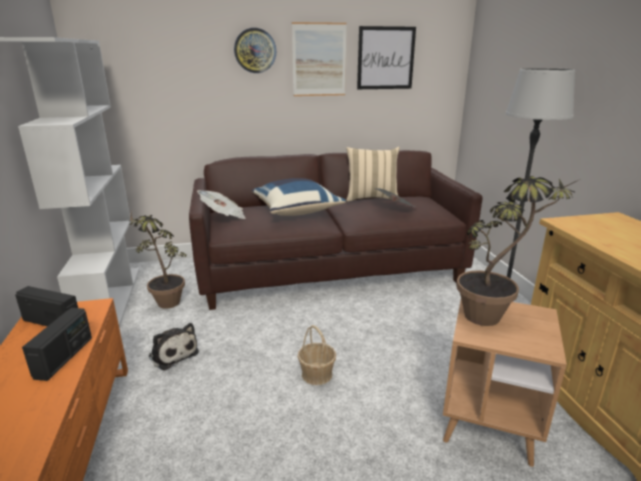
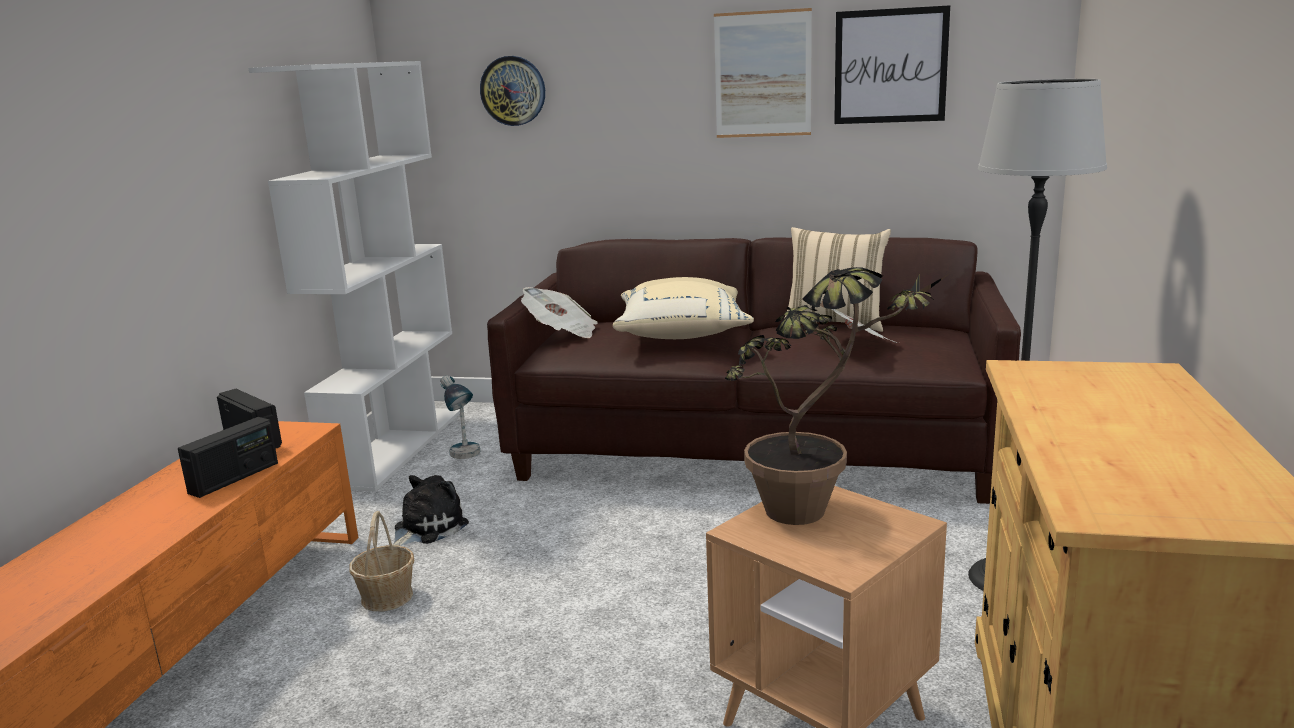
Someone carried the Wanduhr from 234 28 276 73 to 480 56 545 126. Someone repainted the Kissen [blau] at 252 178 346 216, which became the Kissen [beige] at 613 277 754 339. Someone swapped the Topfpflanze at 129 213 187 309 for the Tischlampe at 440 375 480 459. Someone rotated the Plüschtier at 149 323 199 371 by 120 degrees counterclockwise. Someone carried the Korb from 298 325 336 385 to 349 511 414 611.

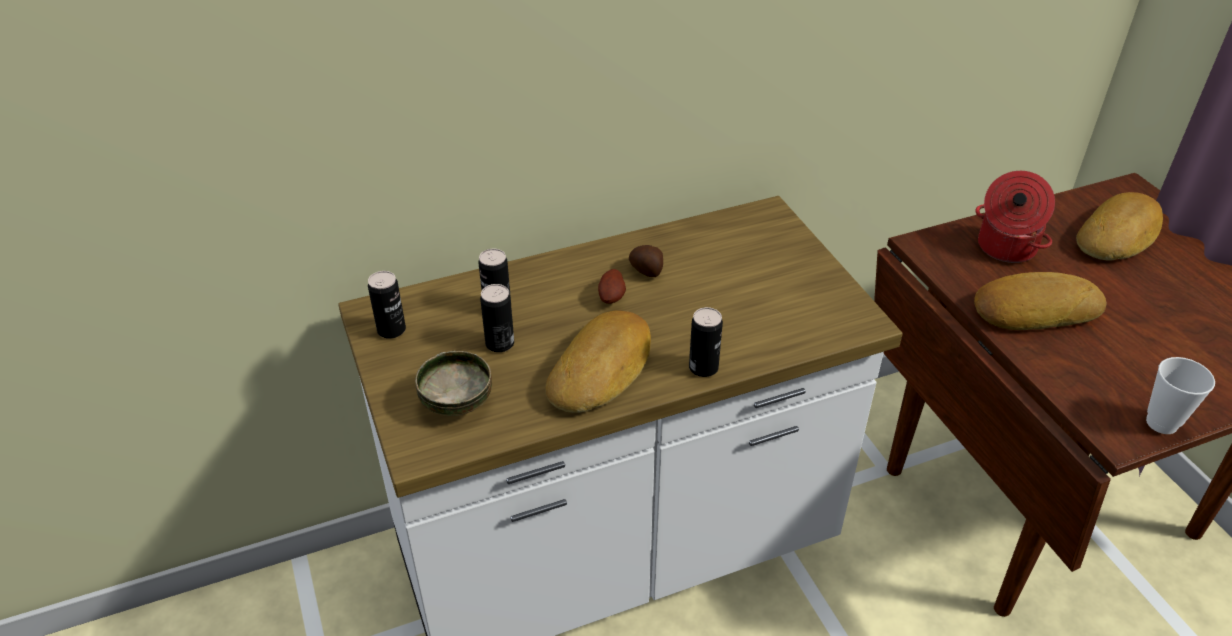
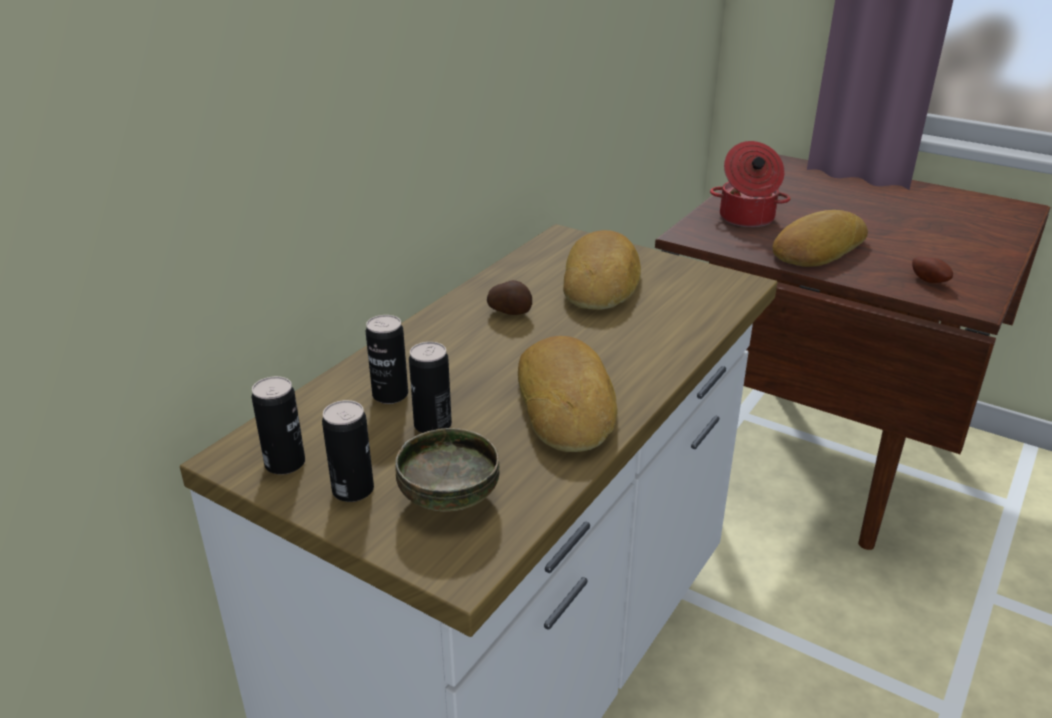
Someone carried the Brot from 1076 192 1163 260 to 563 230 641 310. Someone carried the Kartoffel from 598 269 626 304 to 912 257 953 283. Someone carried the Dose from 689 307 723 377 to 322 400 374 502. Someone took away the Tasse at 1146 357 1215 434.

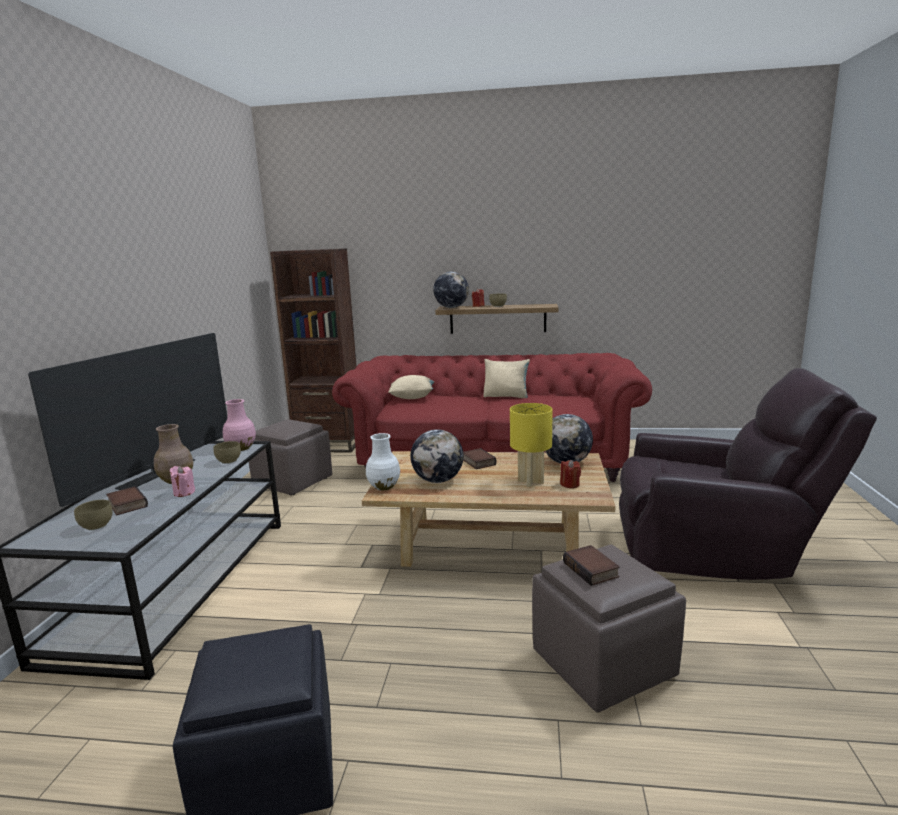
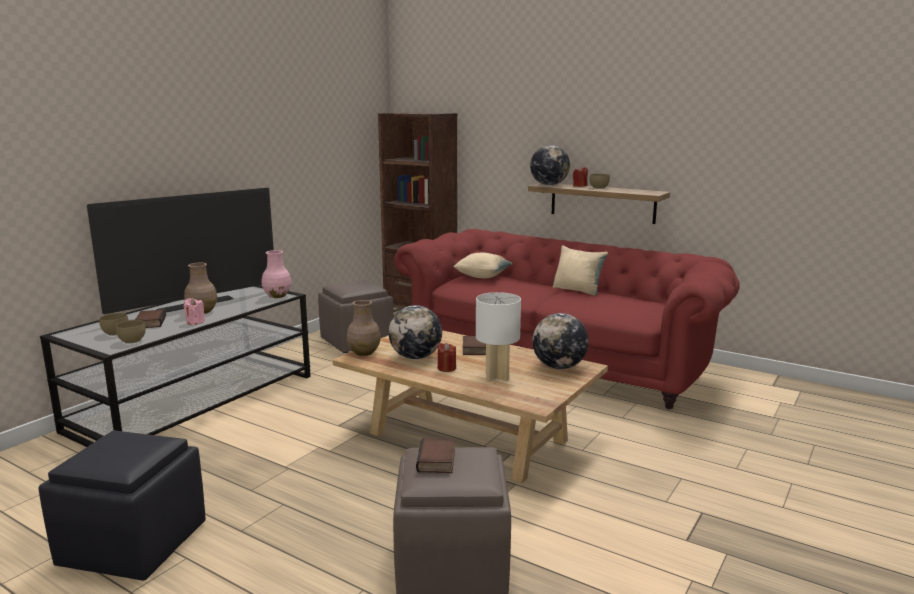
Someone took away the Sessel [braun] at 619 368 877 580. Someone repainted the Tischlampe [gelb] at 510 403 553 487, which became the Tischlampe [weiß] at 476 292 521 381. Someone repainted the Vase [weiß] at 366 433 400 491, which became the Vase [braun] at 347 300 381 356. Someone carried the Schüssel [braun] from 214 441 241 464 to 116 320 146 344. Someone carried the Kerze [rot] from 560 460 581 488 to 437 343 456 372.

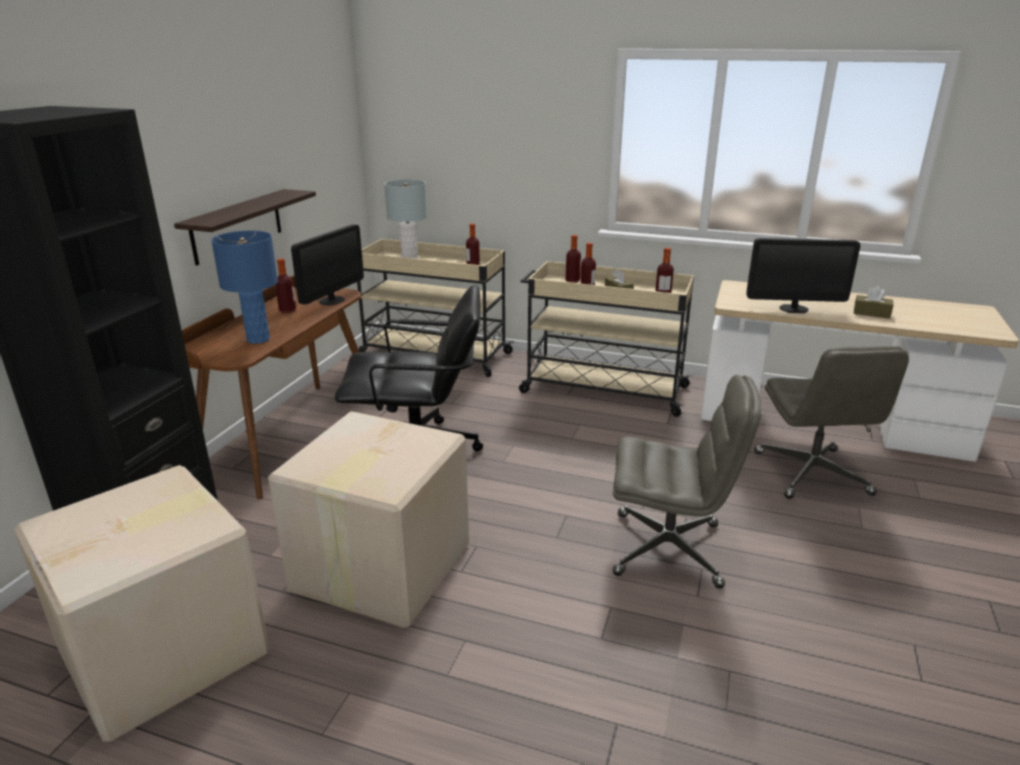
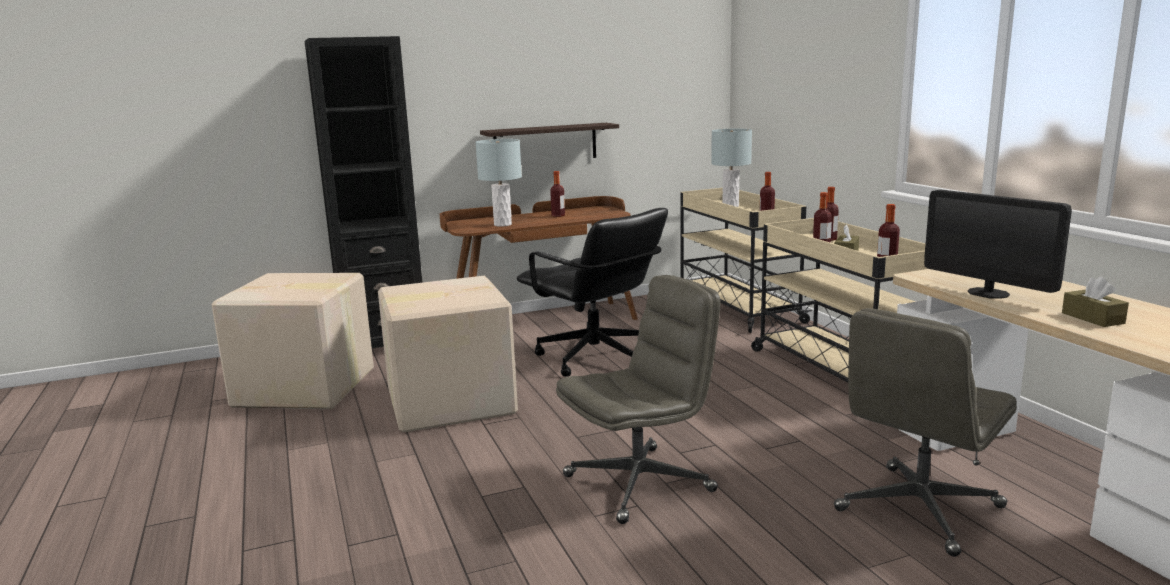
Someone took away the Monitor at 291 224 364 305. Someone repainted the Tischlampe [blau] at 211 230 278 344, which became the Tischlampe [grau] at 476 139 522 226. Someone rotated the Bürostuhl [grau] at 613 375 761 589 by 90 degrees counterclockwise.

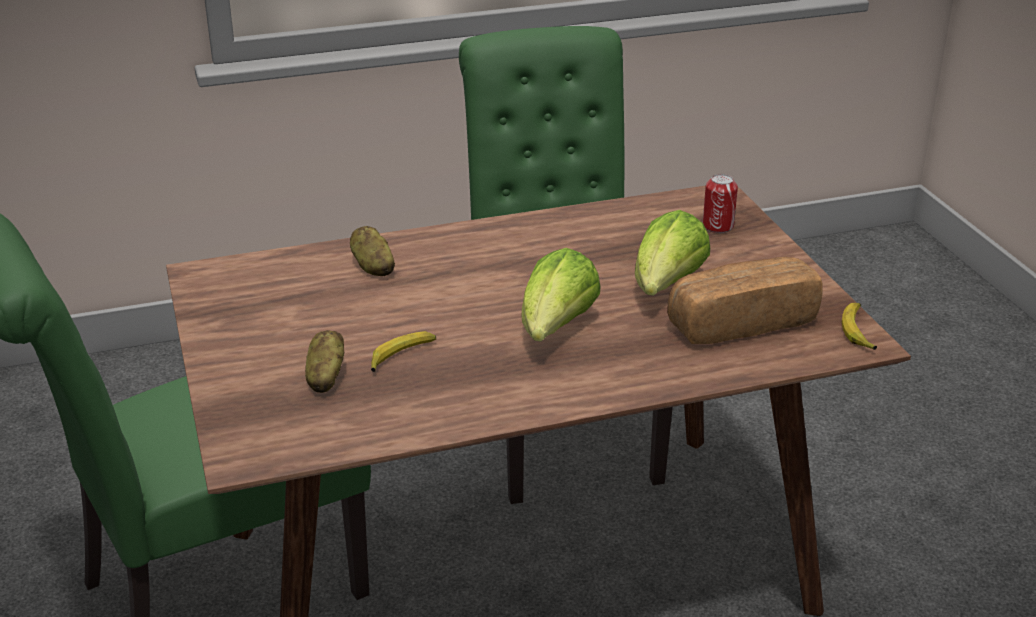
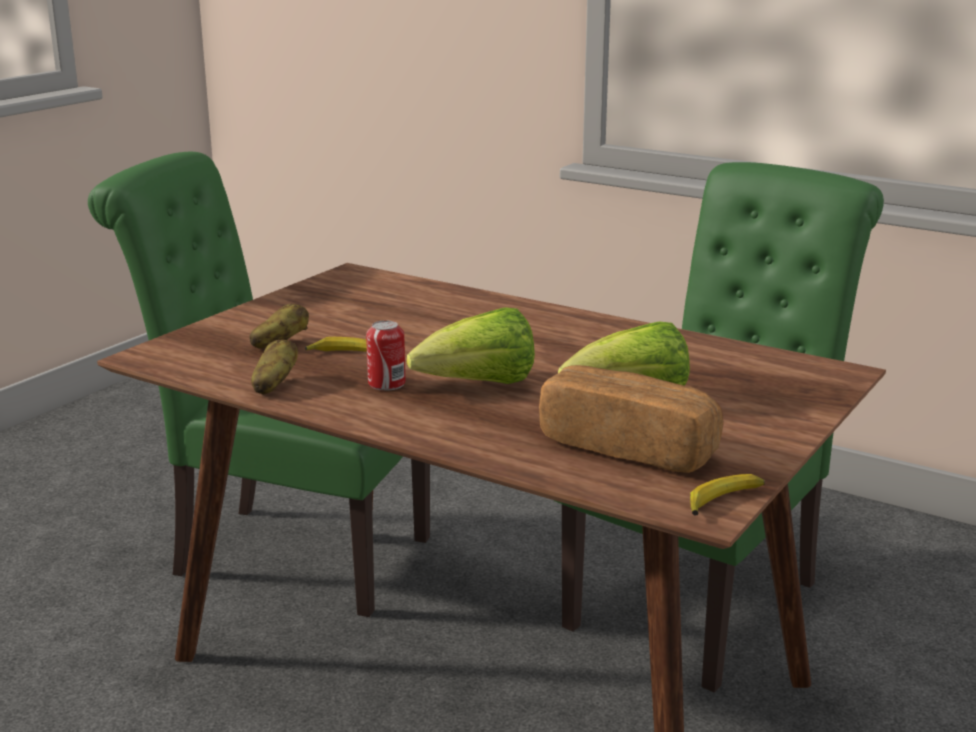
Someone carried the Dose from 703 174 738 233 to 366 320 406 391. Someone carried the Kartoffel from 350 226 395 276 to 251 340 298 395.

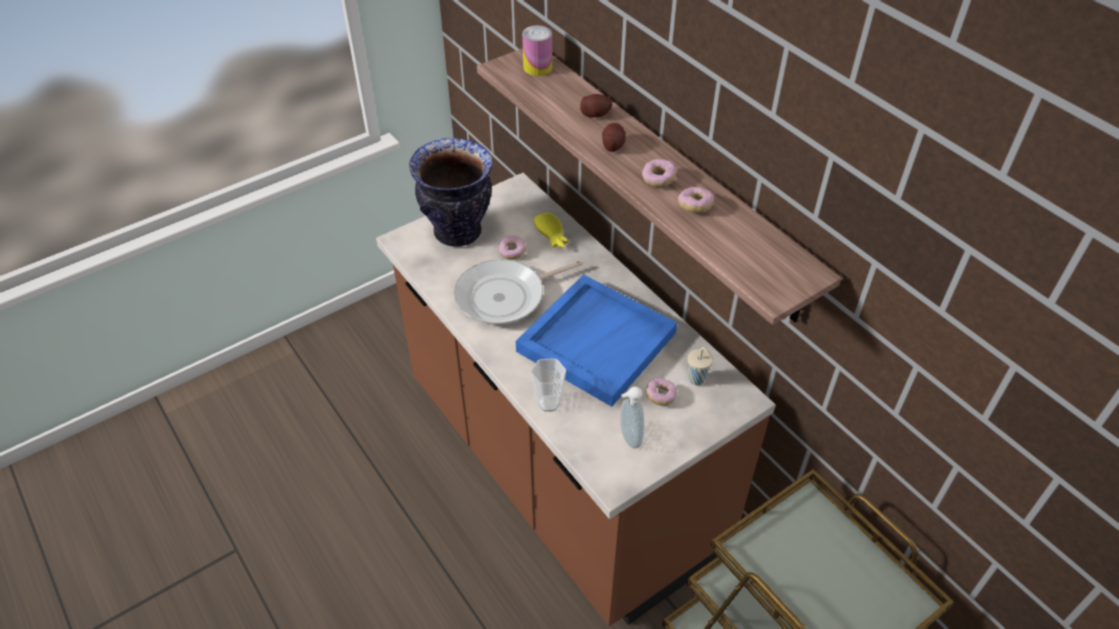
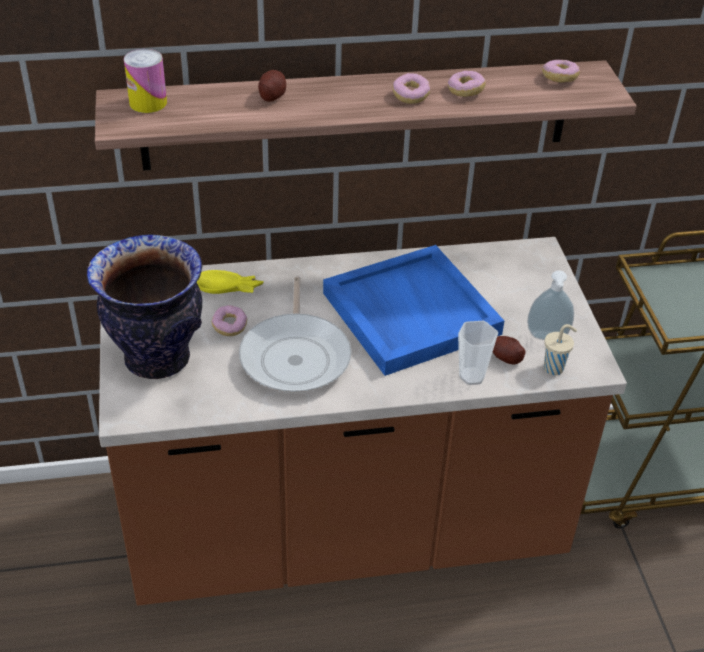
Someone carried the Kartoffel from 602 123 626 152 to 493 336 525 364. Someone carried the Tasse [beige] from 688 347 714 385 to 544 324 577 375. Someone carried the Donut from 646 378 677 406 to 542 60 580 82.

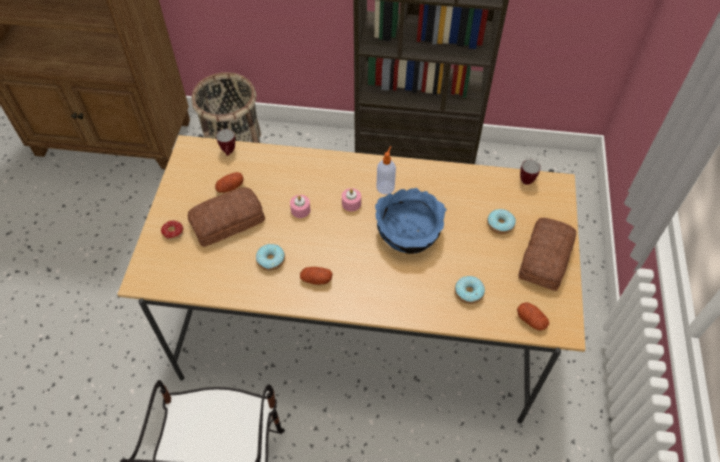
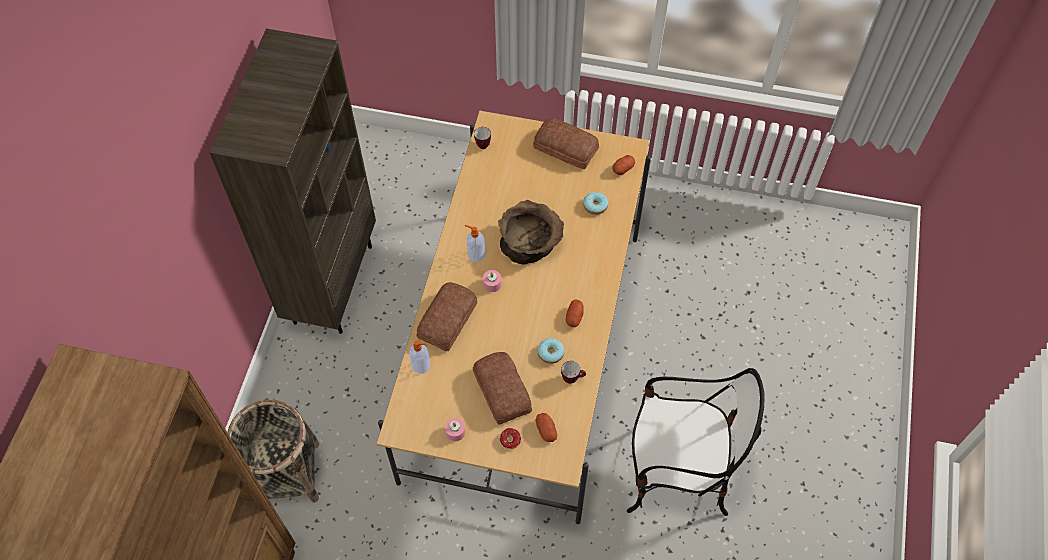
Someone carried the Henkelbecher from 216 129 235 156 to 561 361 586 384. Someone carried the Kartoffel from 215 172 244 193 to 535 413 557 442. Someone repainted the Schüssel [blau] at 375 188 447 254, which became the Schüssel [braun] at 498 200 564 264. Someone carried the Kerze [rosa] from 290 195 310 218 to 445 418 466 441. Someone took away the Donut at 487 209 516 234. Someone put down the Brot at 416 282 477 351. Someone put down the Seifenspender at 409 340 430 374.

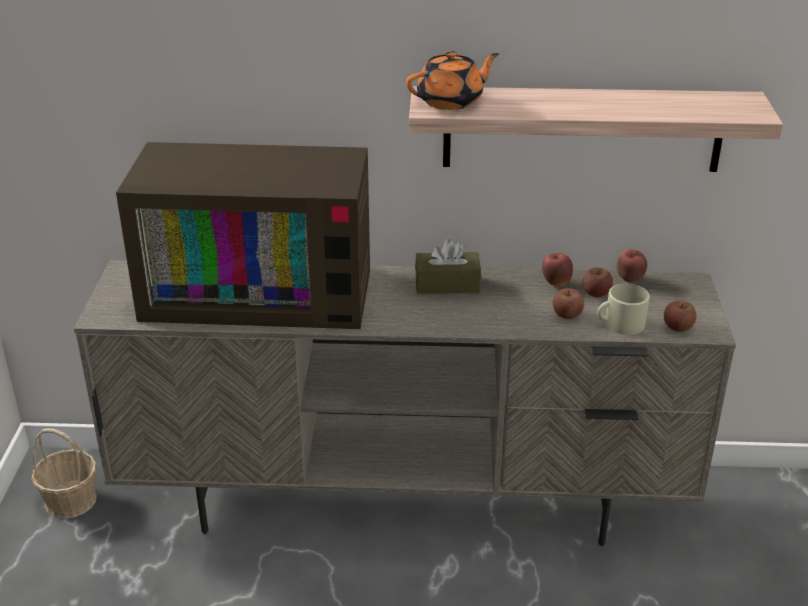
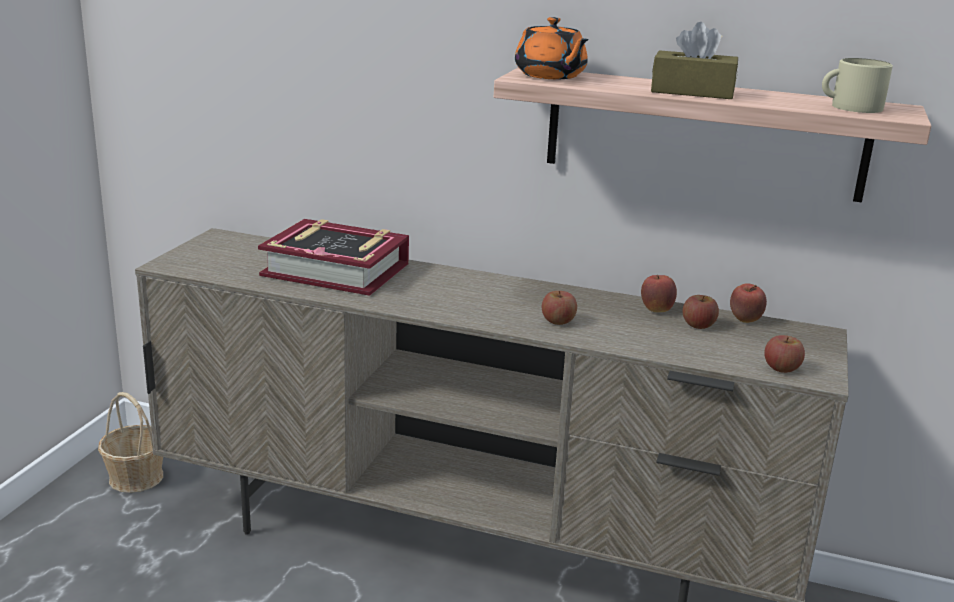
Someone rotated the Teekanne [orange] at 406 51 499 110 by 75 degrees clockwise. Someone swapped the Fernseher at 116 142 370 329 for the Buch at 258 219 409 296. Someone carried the Taschentuchbox [braun] from 415 239 481 294 to 651 22 738 99. Someone carried the Henkelbecher [beige] from 597 284 650 335 to 822 58 893 113. Someone carried the Apfel from 553 288 584 319 to 542 291 577 325.

